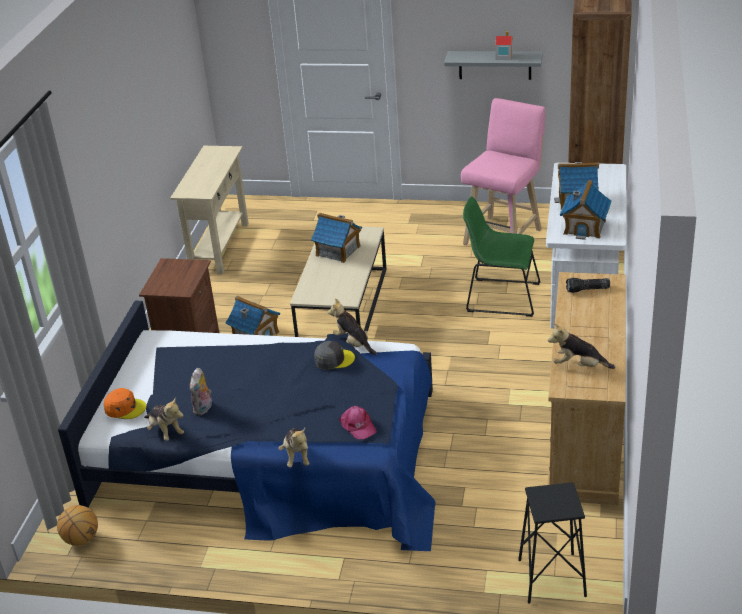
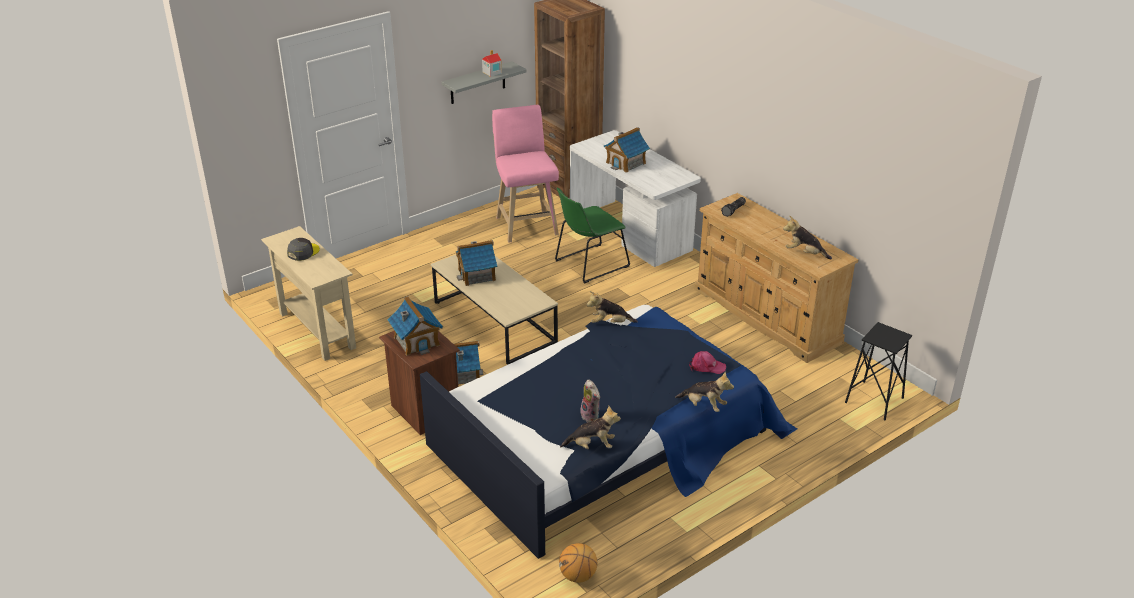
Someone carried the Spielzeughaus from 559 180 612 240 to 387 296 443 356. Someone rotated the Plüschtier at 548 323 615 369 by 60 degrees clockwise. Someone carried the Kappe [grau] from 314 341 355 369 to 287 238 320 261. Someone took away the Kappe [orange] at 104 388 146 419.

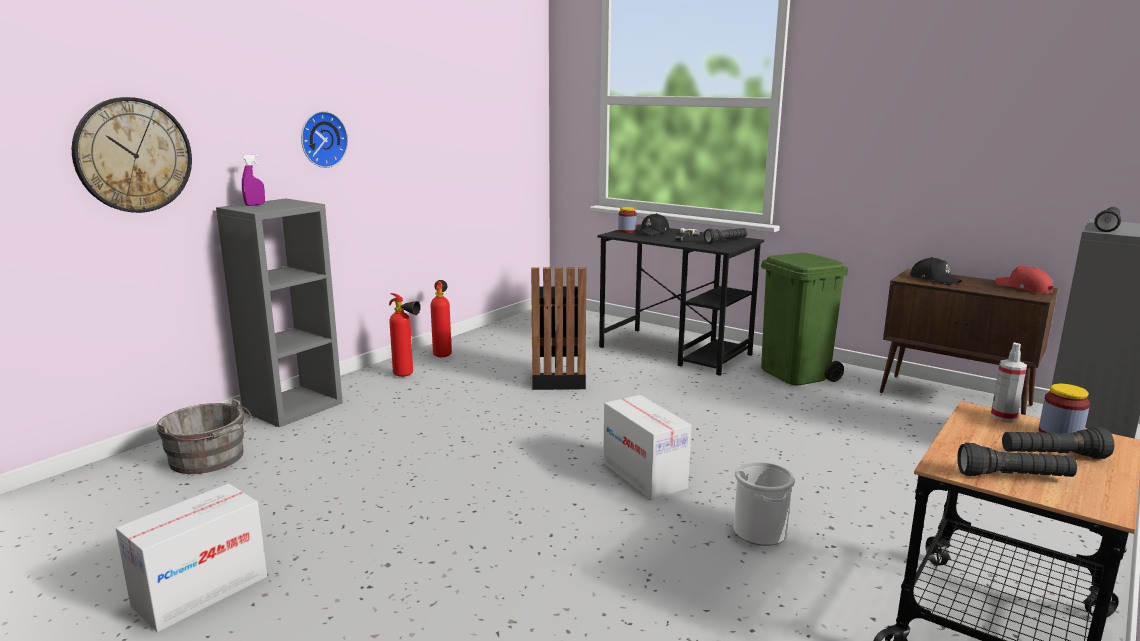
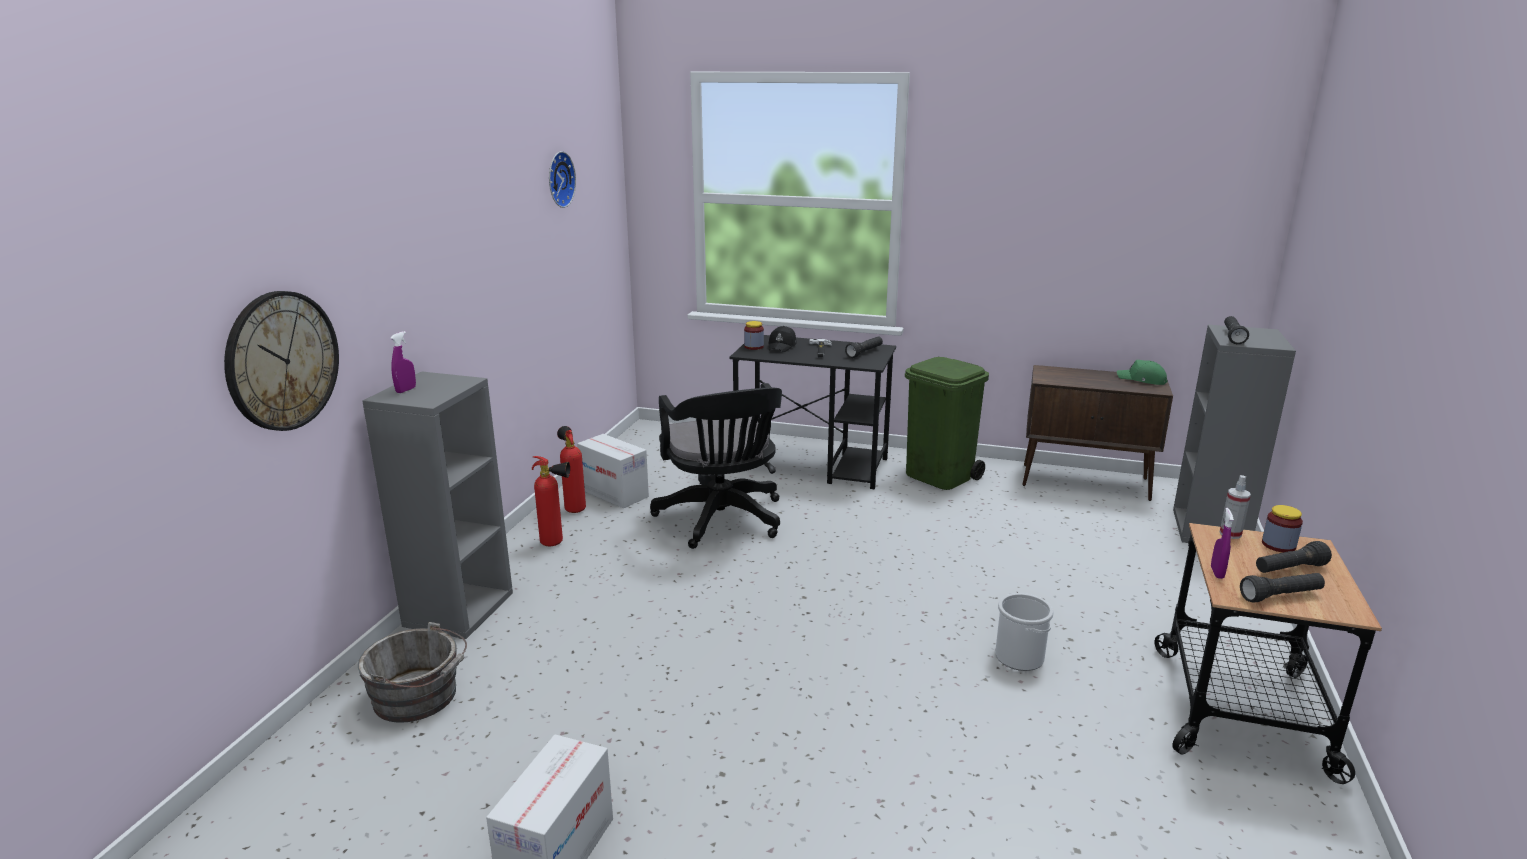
Someone carried the Wanduhr from 301 111 348 168 to 549 151 576 208. Someone took away the Kappe [schwarz] at 910 257 962 285. Someone repainted the Kappe [rot] at 995 266 1054 294, which became the Kappe [grün] at 1117 360 1168 385. Someone swapped the Mülleimer [schwarz] at 531 267 587 390 for the Bürostuhl [schwarz] at 650 383 782 549. Someone carried the Karton from 603 395 691 500 to 577 434 649 508. Someone put down the Sprühflasche [lila] at 1211 508 1234 579.

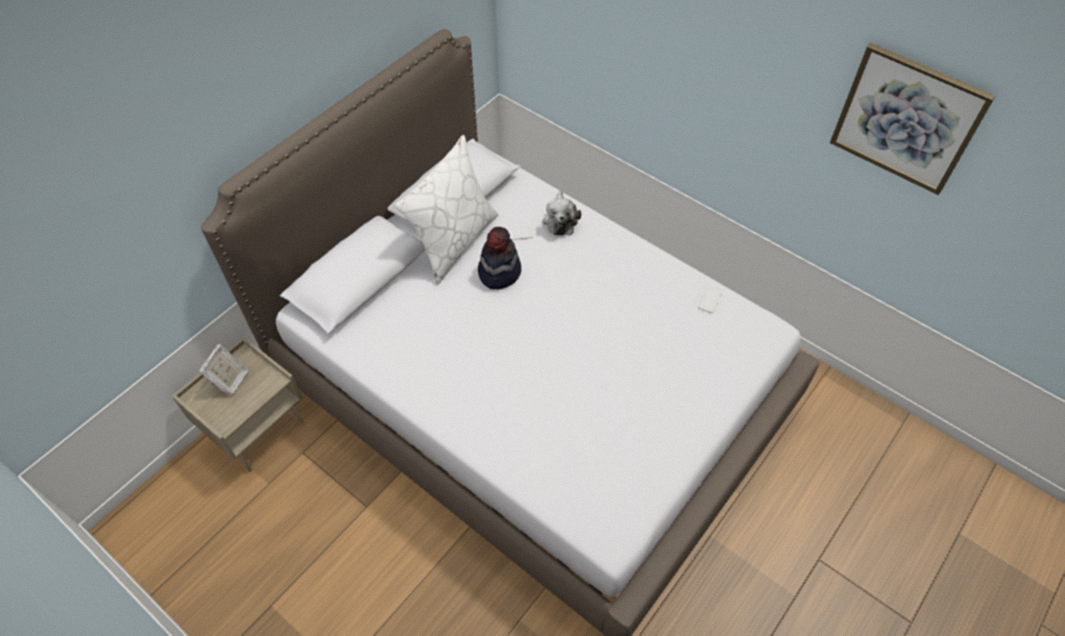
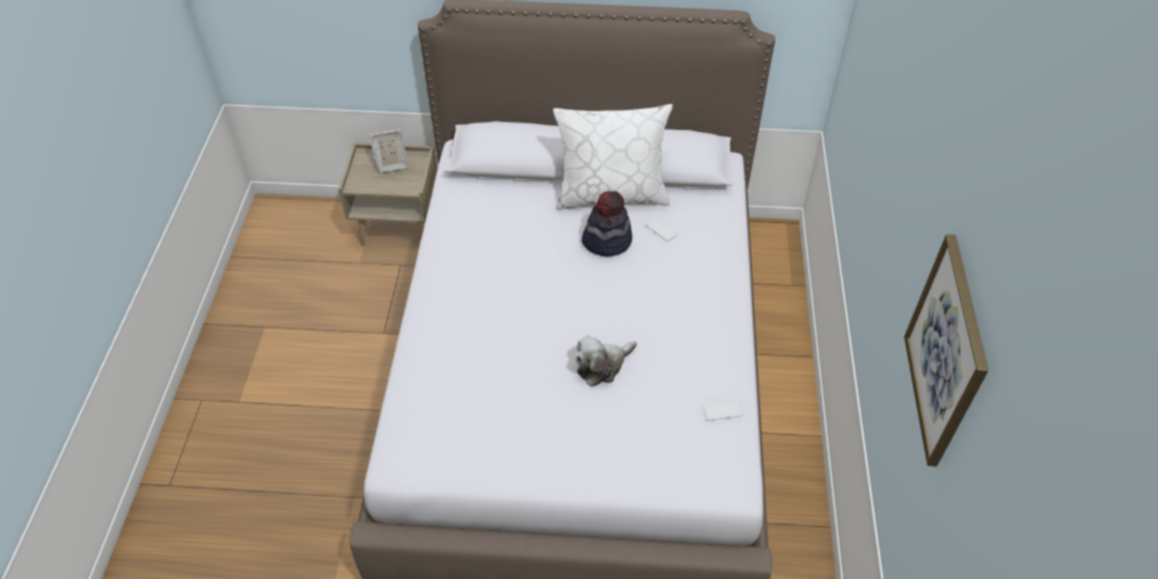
Someone carried the Plüschtier from 543 190 581 235 to 576 335 637 387.

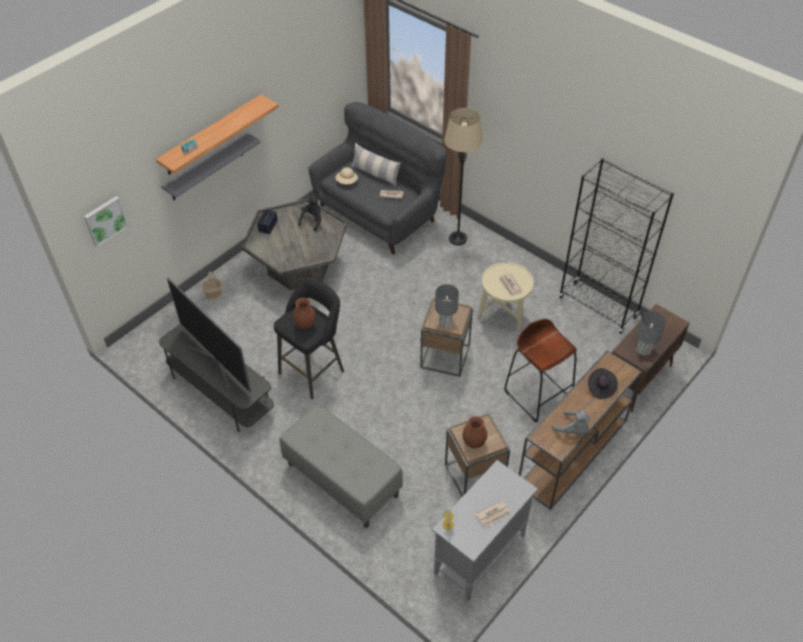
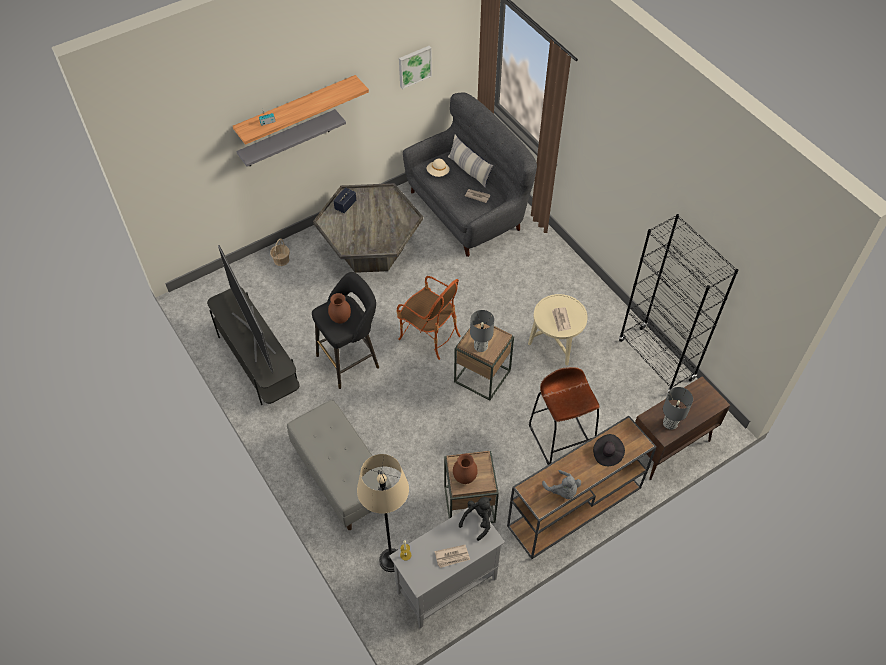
Someone carried the Stehlampe [beige] from 444 108 483 245 to 357 454 409 572. Someone carried the Plüschtier [schwarz] from 298 195 322 231 to 459 497 492 541. Someone carried the Bild from 84 196 129 247 to 399 46 432 89. Someone put down the Sessel at 397 276 461 360.

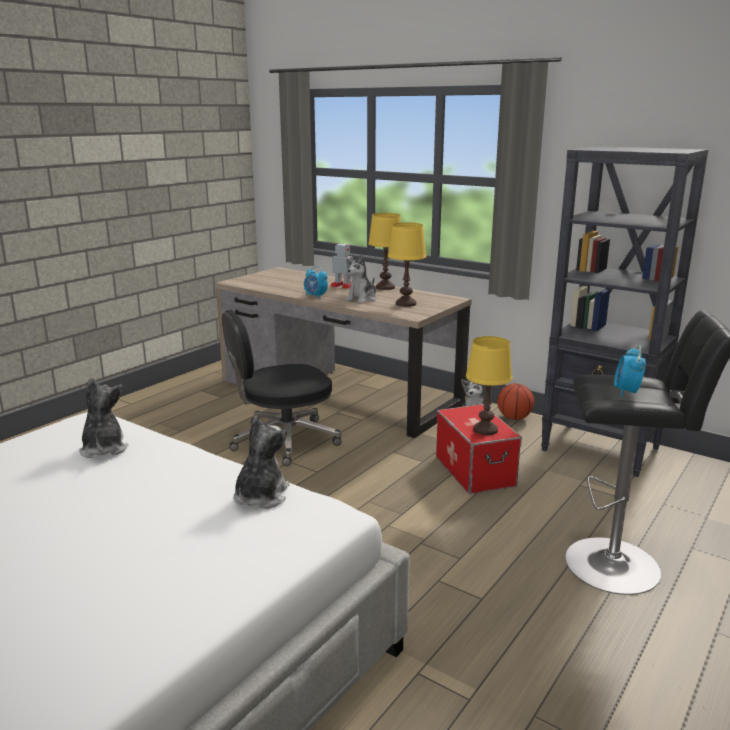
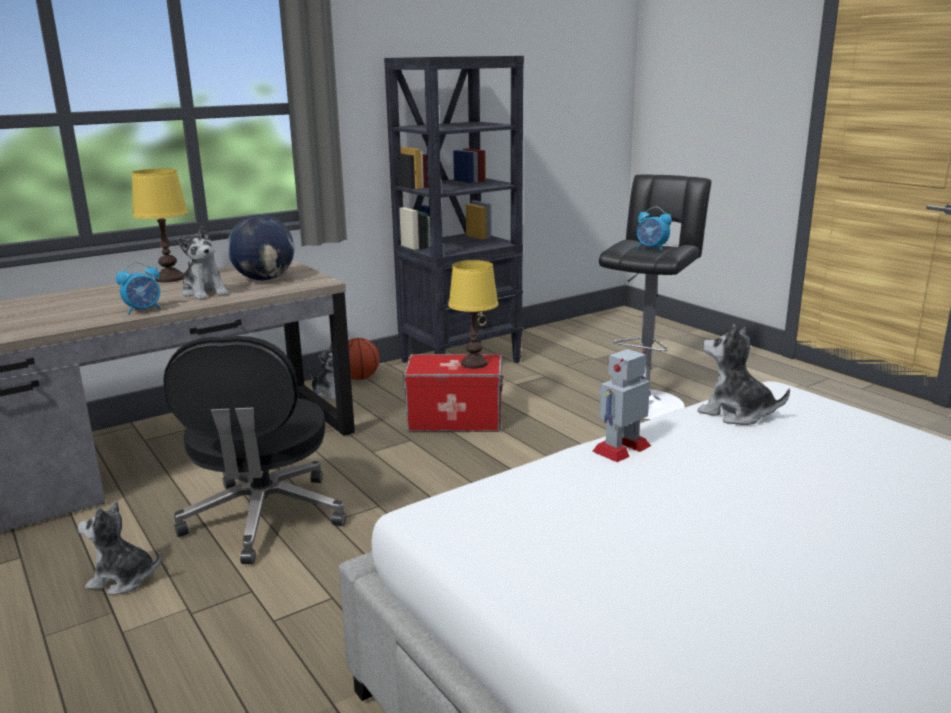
Someone swapped the Tischlampe [gelb] at 388 222 426 307 for the Globus at 227 215 294 280. Someone carried the Spielzeugroboter from 330 243 353 289 to 592 349 651 462. Someone carried the Plüschtier from 79 378 129 458 to 78 501 161 595.

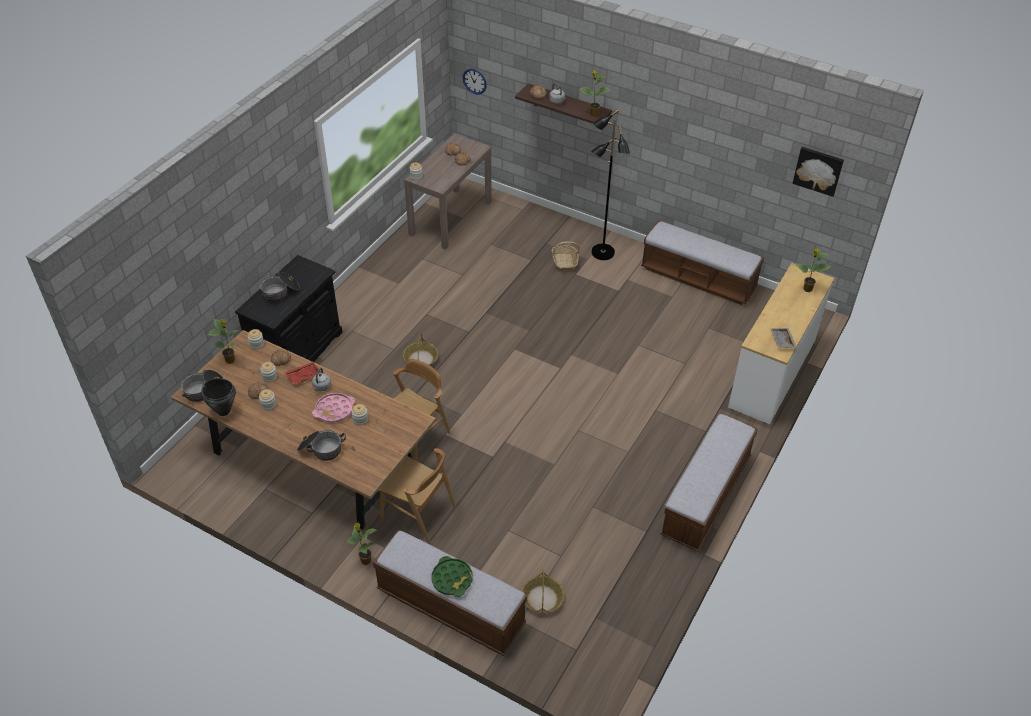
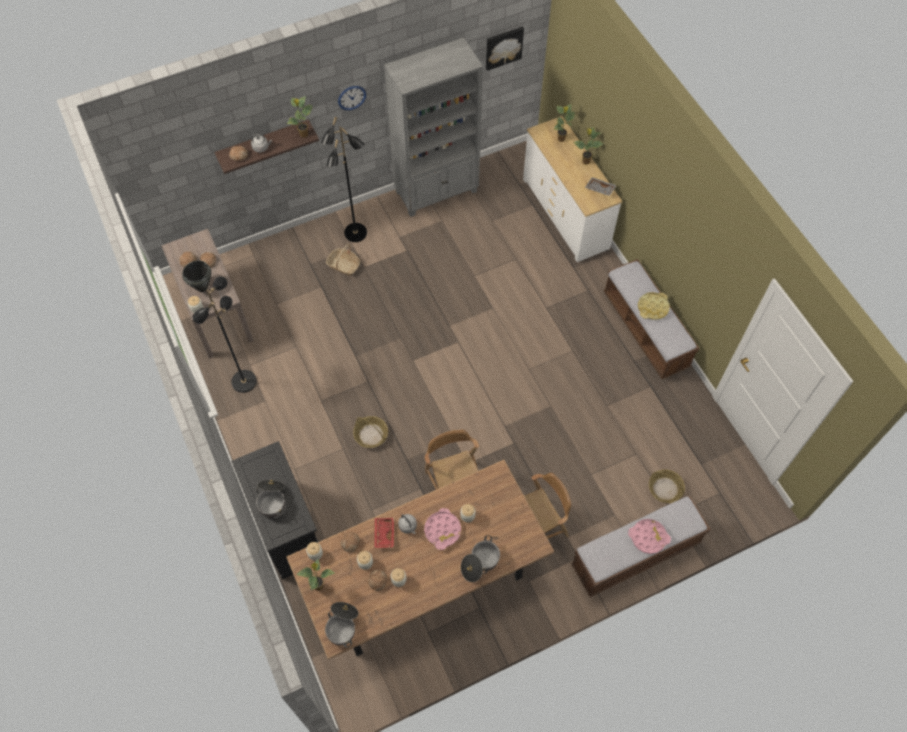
Someone carried the Wanduhr from 463 69 487 95 to 338 86 366 110. Someone swapped the Bank at 641 220 764 305 for the Bücherregal [grau] at 384 37 483 217. Someone carried the Kochtopf [schwarz] from 201 378 236 416 to 182 260 211 292. Someone carried the Topfpflanze from 346 523 378 565 to 573 127 603 165. Someone repainted the Tablett [grün] at 432 556 473 597, which became the Tablett [rosa] at 628 519 671 554. Someone put down the Stehlampe [schwarz] at 193 276 257 393. Someone put down the Tablett [gelb] at 638 292 670 320.

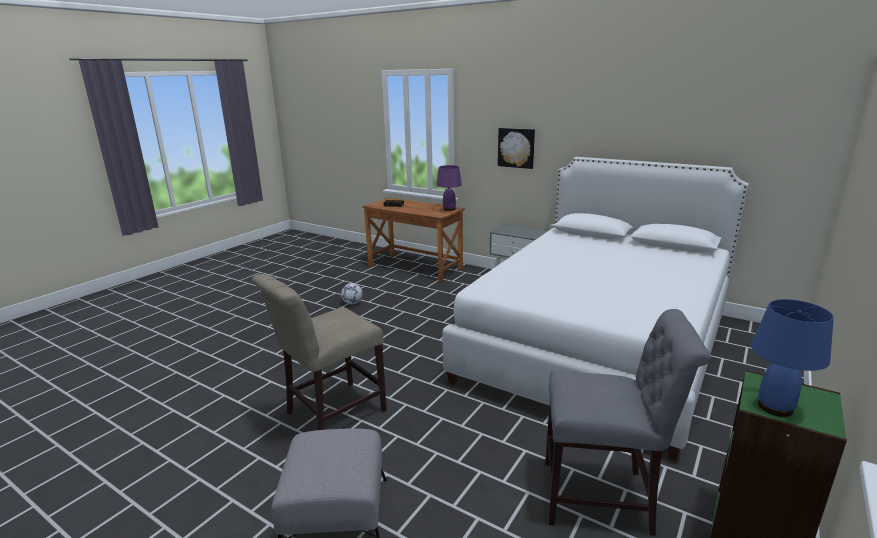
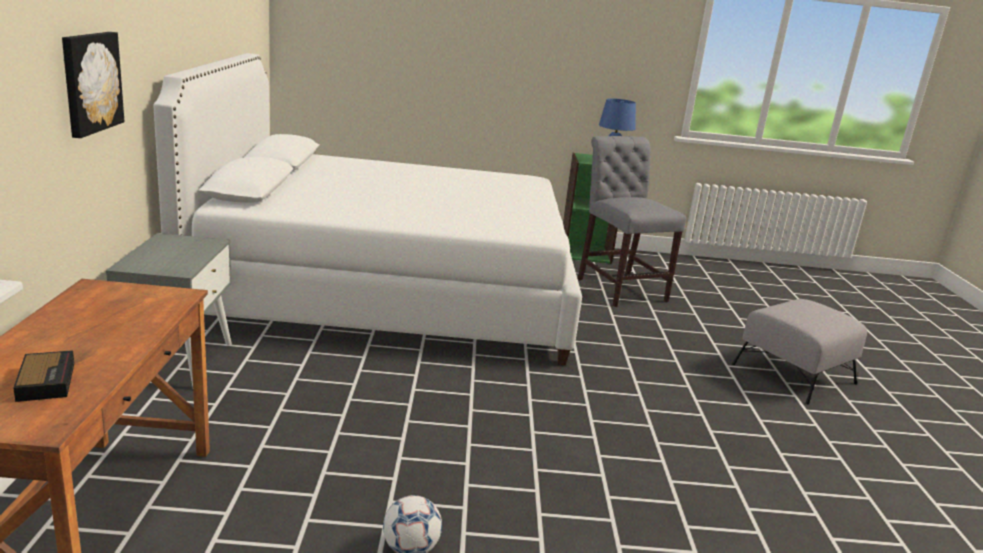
Someone took away the Tischlampe [lila] at 436 165 462 211. Someone took away the Stuhl [beige] at 252 274 387 430.

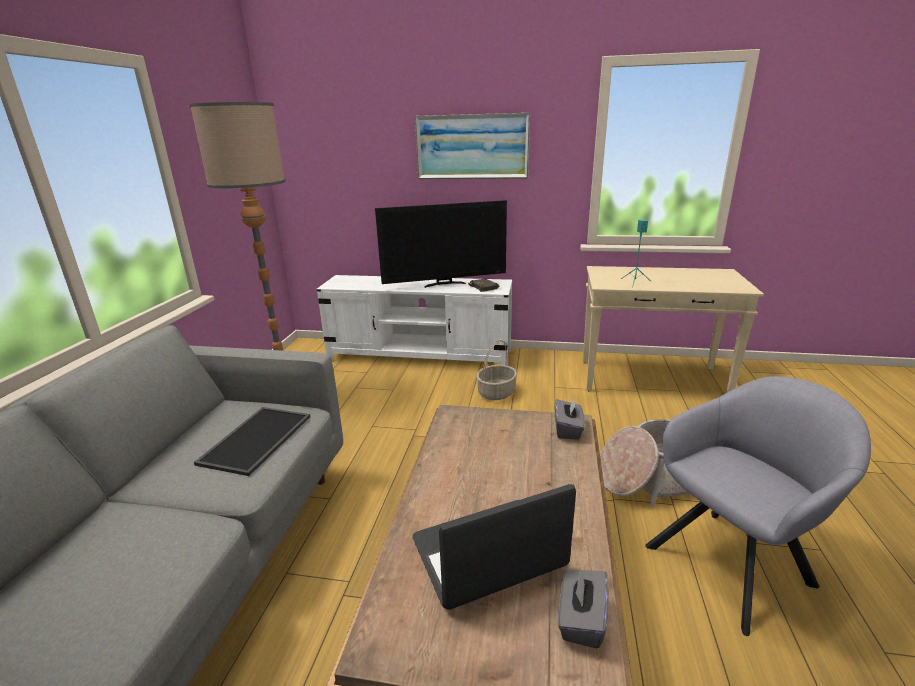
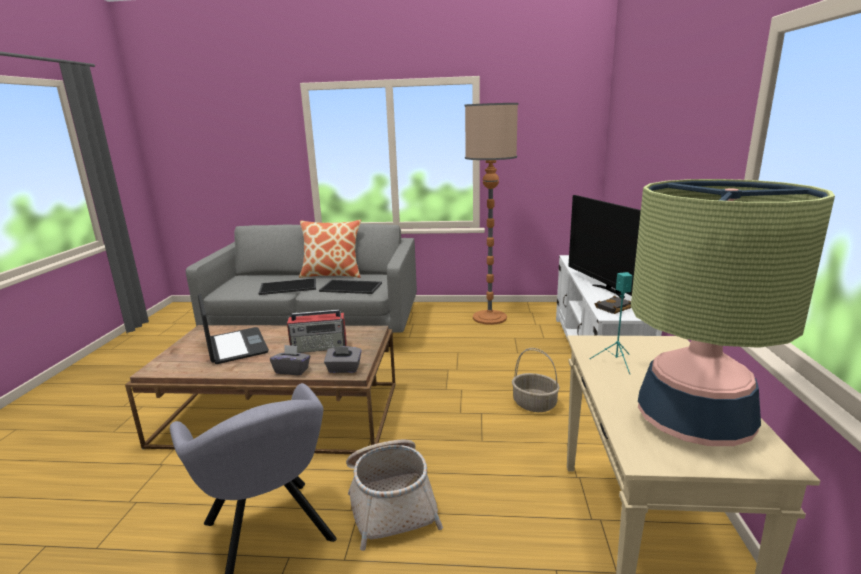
Someone took away the Bild at 415 113 530 179. Someone carried the Taschentuchbox [grau] from 558 569 608 649 to 270 345 310 375. Someone put down the Tischlampe at 631 179 835 446. Someone put down the Kissen at 299 220 361 278. Someone put down the Tablett at 258 278 316 295. Someone put down the Radio at 287 309 347 353.

